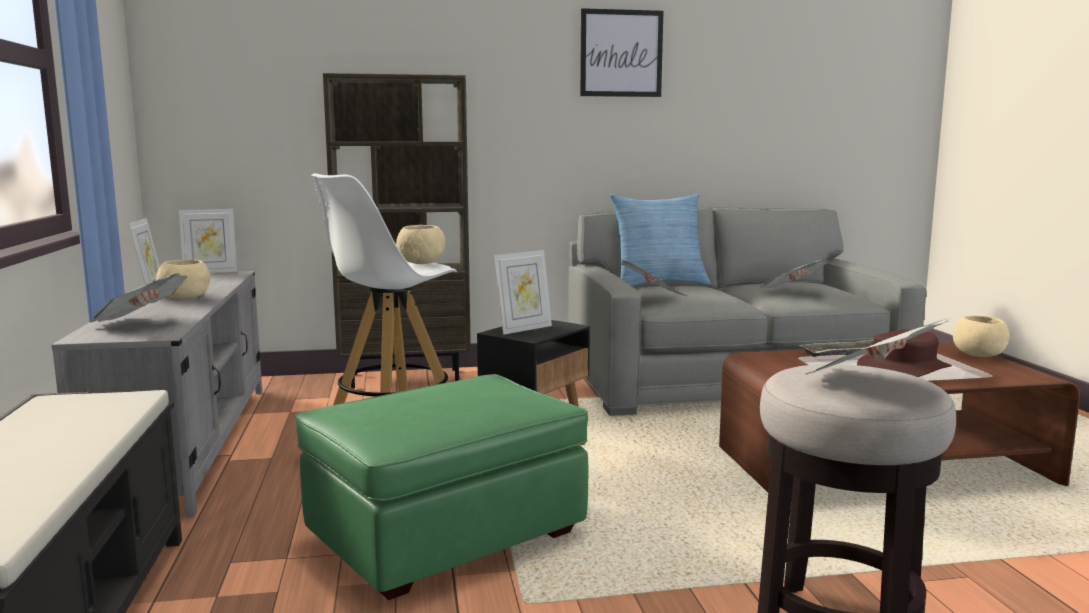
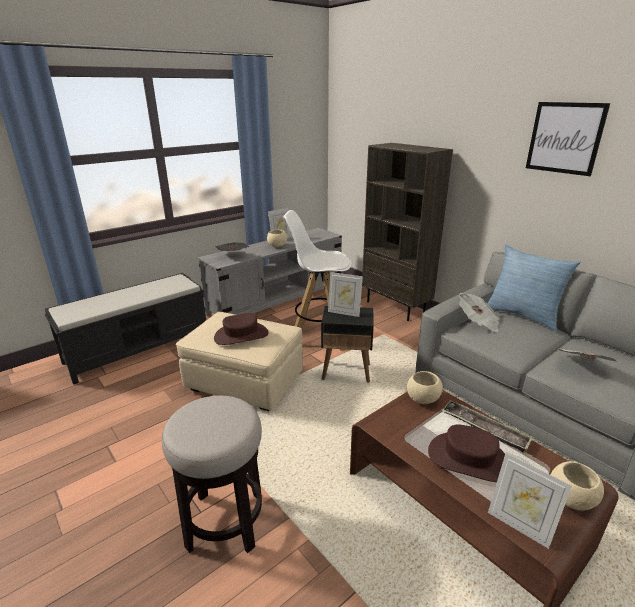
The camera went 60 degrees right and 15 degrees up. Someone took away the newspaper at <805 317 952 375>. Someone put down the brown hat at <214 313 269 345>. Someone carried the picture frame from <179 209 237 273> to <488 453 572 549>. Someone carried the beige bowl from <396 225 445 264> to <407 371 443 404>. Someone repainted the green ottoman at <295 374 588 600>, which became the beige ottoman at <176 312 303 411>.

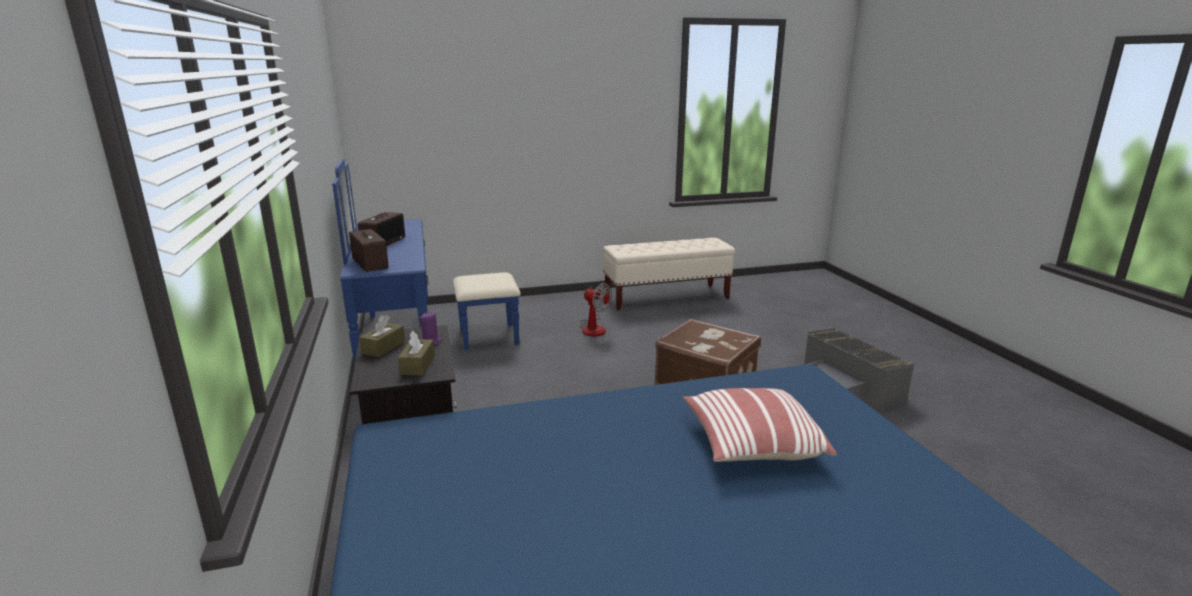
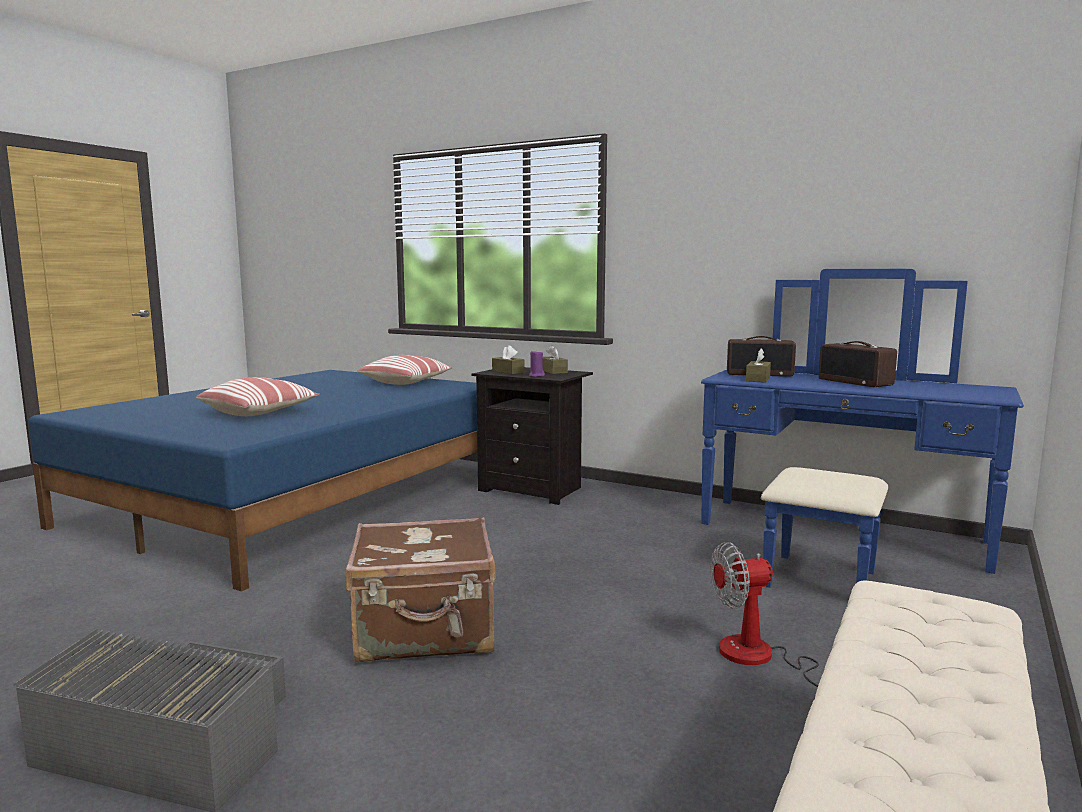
The camera went 135 degrees right and 10 degrees down. Someone put down the pillow at <357 355 453 385>. Someone put down the brown tissue box at <746 348 771 383>.

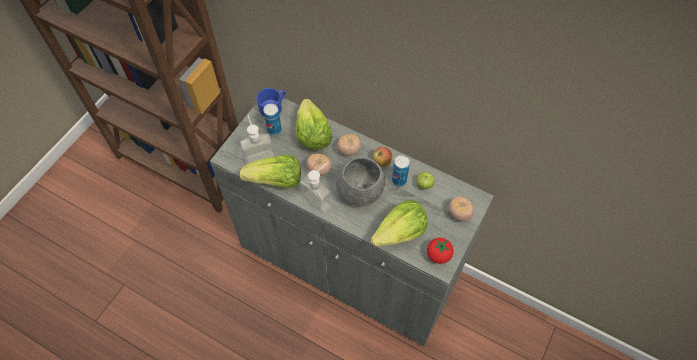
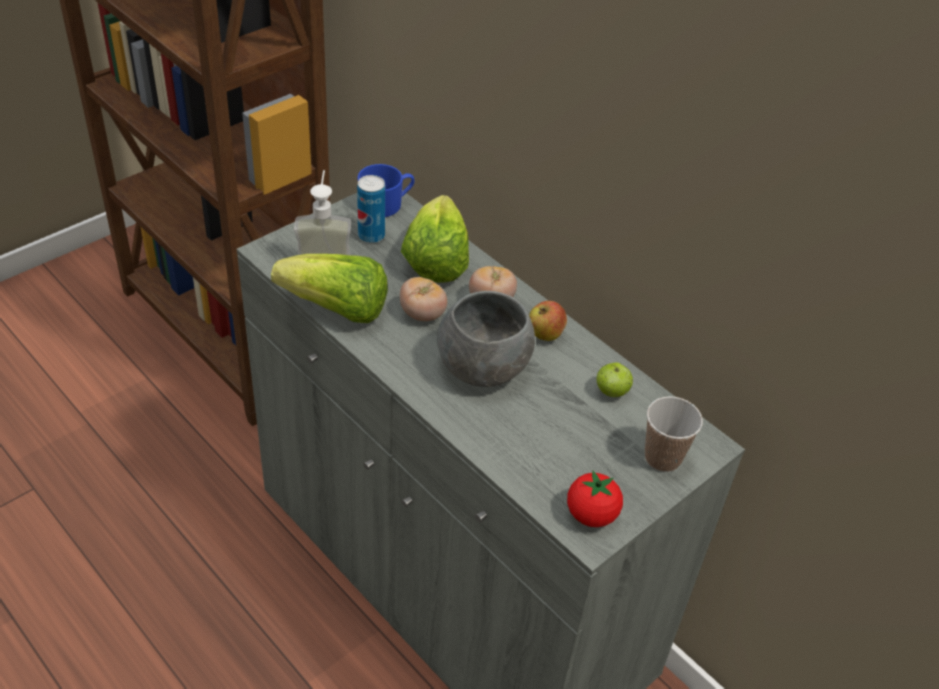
The camera went 15 degrees right and 15 degrees down. Someone took away the soap dispenser at <300 162 331 213>. Someone took away the lettuce at <370 200 427 247>. Someone took away the can at <392 155 410 187>. Someone swapped the tomato at <449 196 474 221> for the cup at <645 396 703 472>.

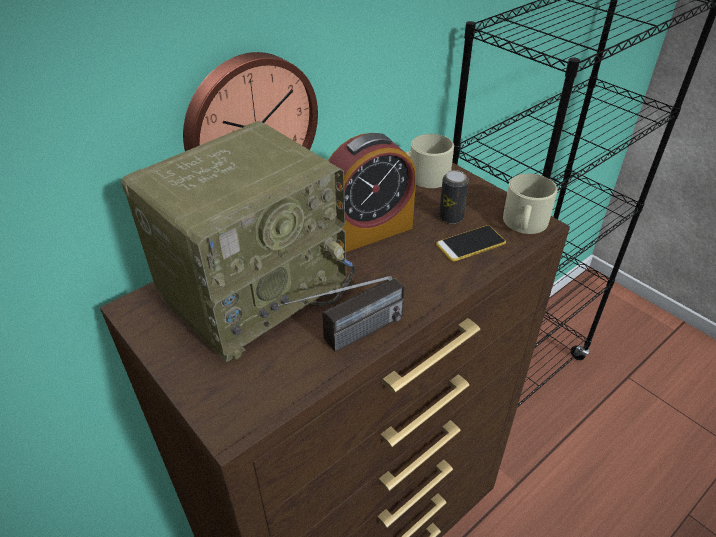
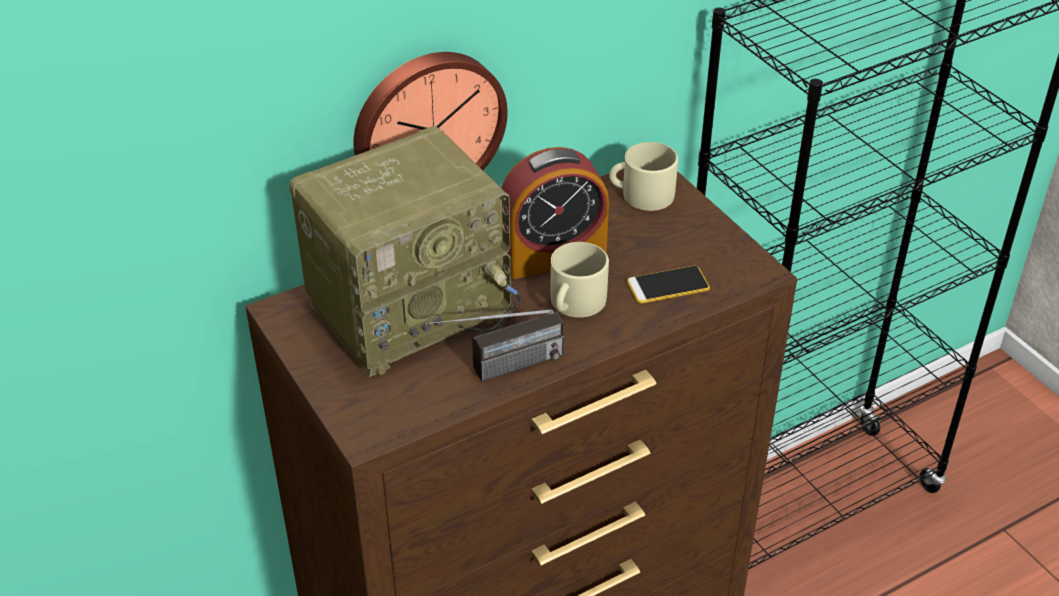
The camera went 10 degrees right and 0 degrees up. Someone took away the can at <439 170 469 224>. Someone carried the beige mug from <503 174 558 234> to <550 242 609 318>.

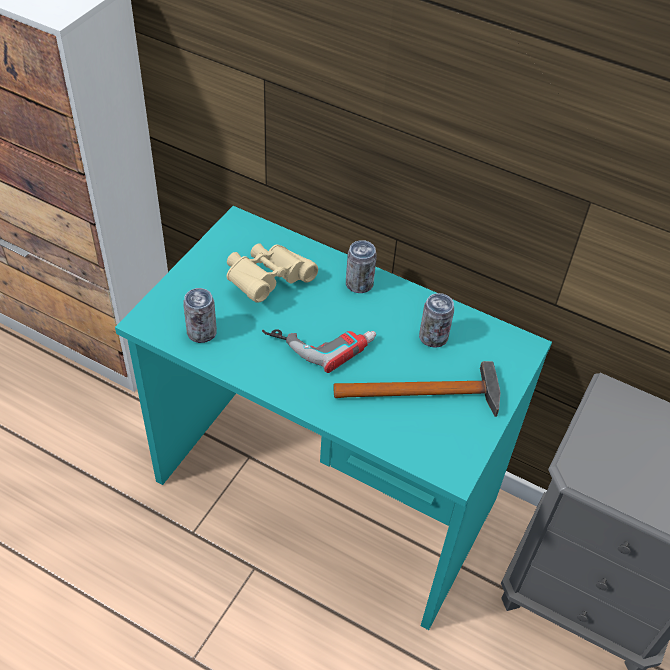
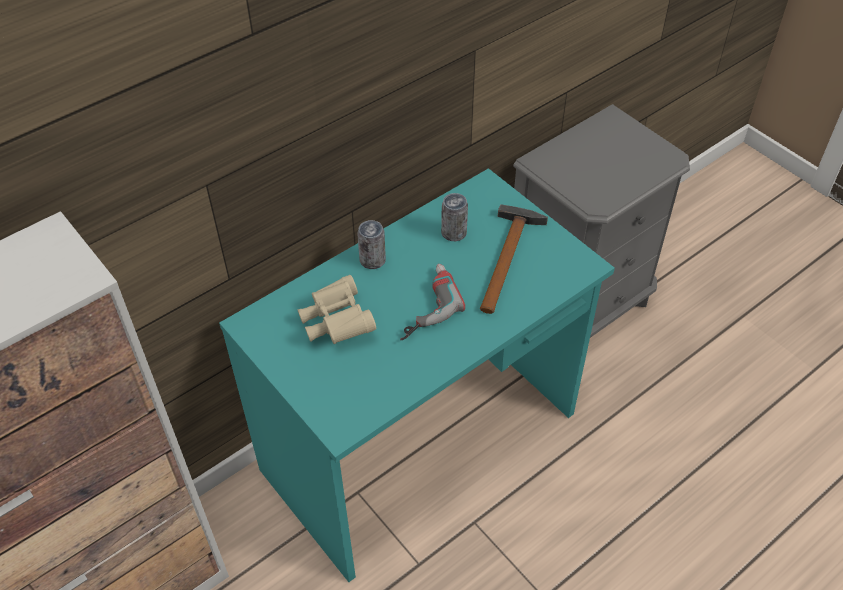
The camera went 65 degrees left and 0 degrees up. Someone took away the can at <183 288 217 343>.

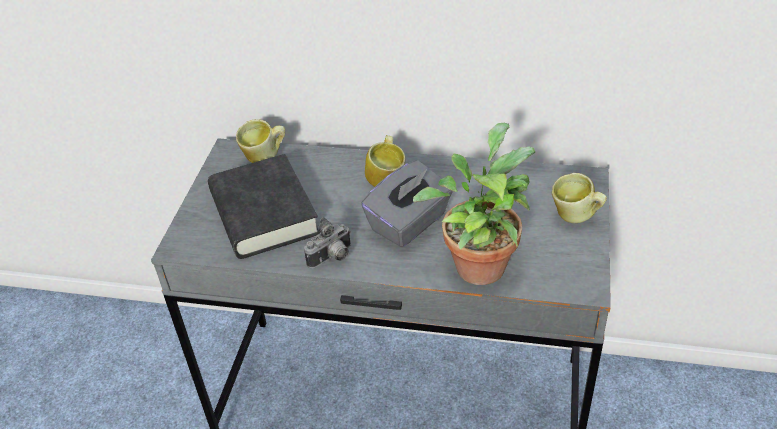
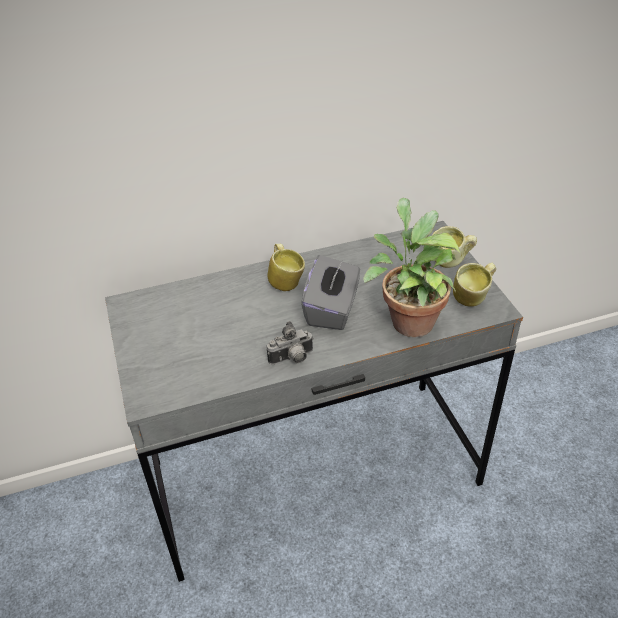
The camera went 30 degrees left and 0 degrees up. Someone took away the black book at <208 154 320 259>. Someone carried the mug from <236 119 285 163> to <453 263 496 307>. Someone rotated the photo camera at <304 217 351 268> by 45 degrees clockwise.

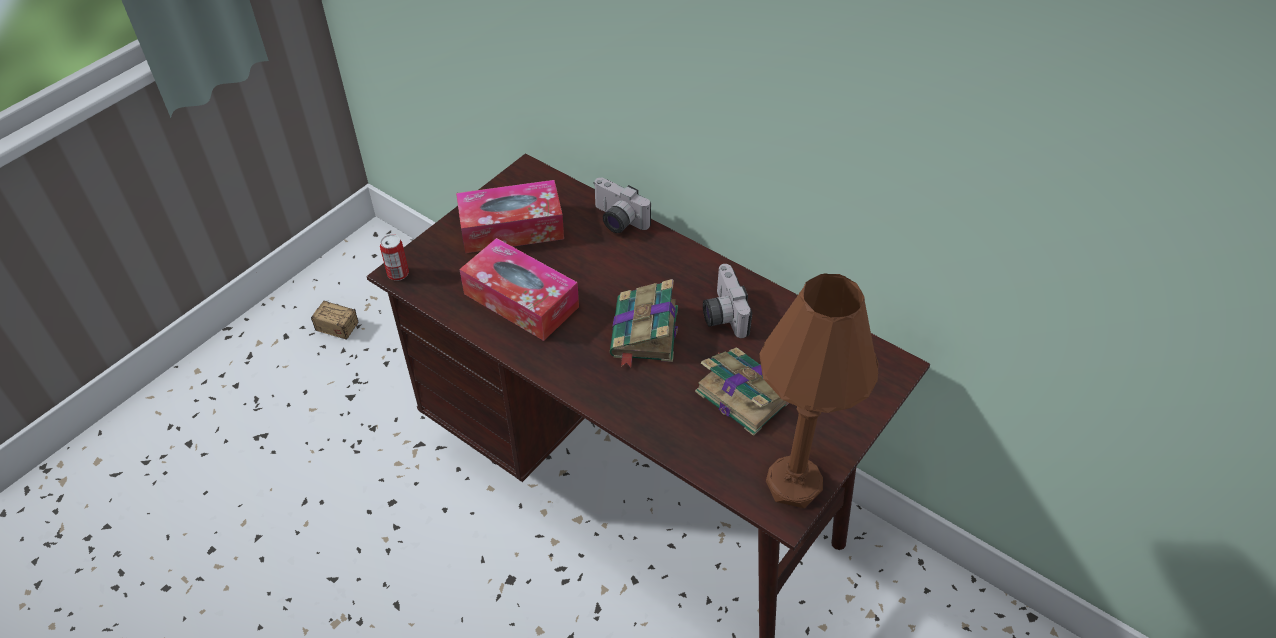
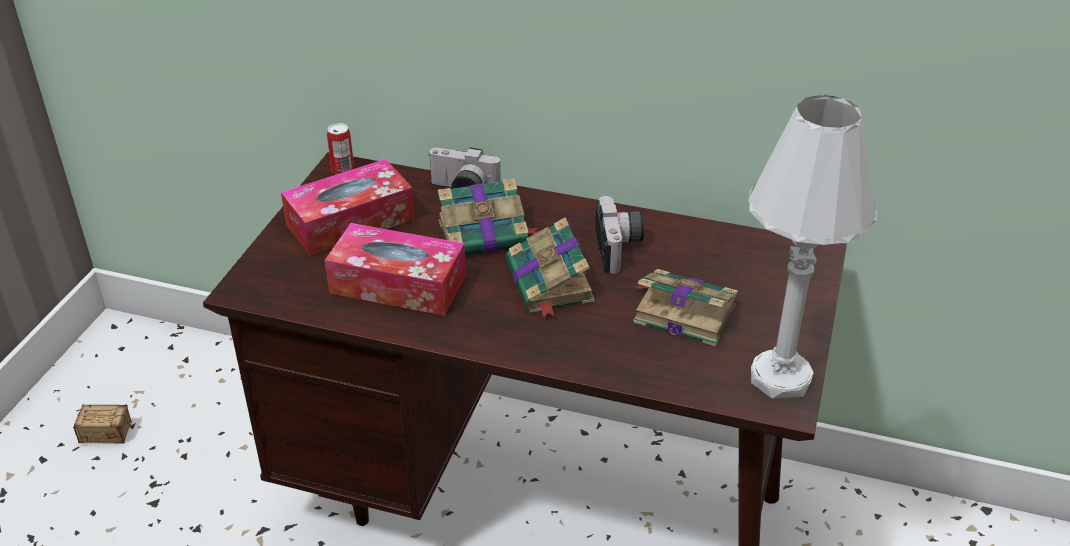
The camera went 20 degrees left and 10 degrees down. Someone put down the book at <438 178 538 255>. Someone carried the can from <380 234 409 281> to <327 123 354 174>. Someone repainted the brown table lamp at <759 273 878 508>, which became the white table lamp at <748 94 877 399>. Someone rotated the photo camera at <703 264 752 338> by 150 degrees counterclockwise.

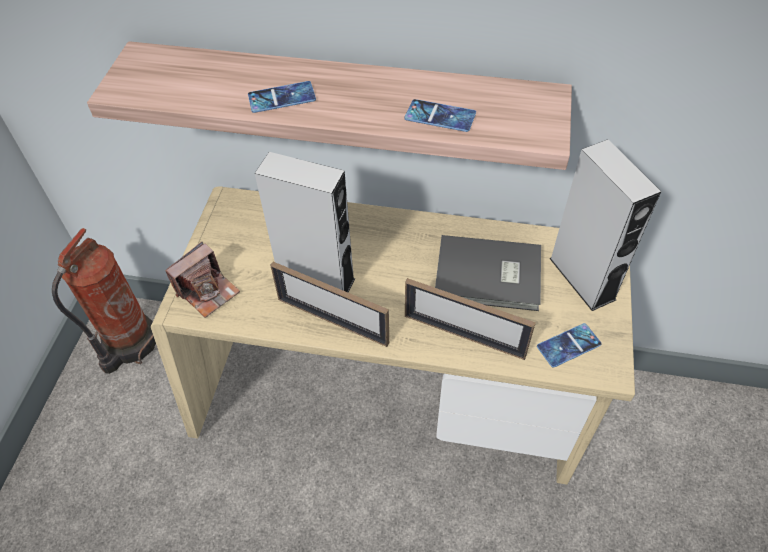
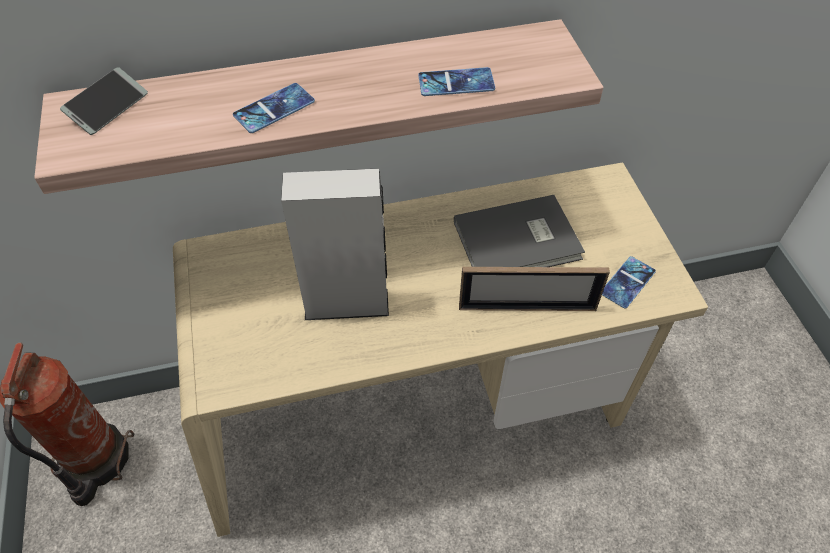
The camera went 25 degrees left and 0 degrees up. Someone took away the photo camera at <165 242 240 318>. Someone took away the picture frame at <270 262 389 347>. Someone took away the grey speaker at <549 139 661 311>. Someone put down the phone at <60 67 148 135>.

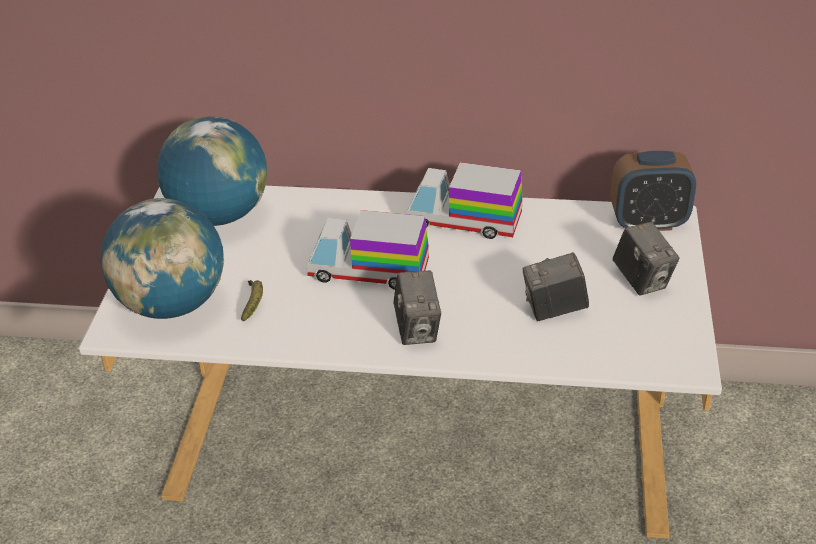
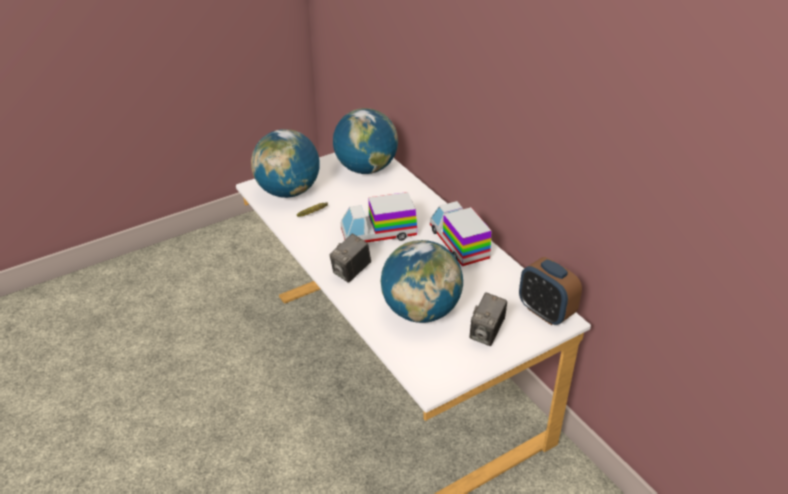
The camera went 50 degrees right and 0 degrees up. Someone swapped the photo camera at <523 252 589 321> for the globe at <381 240 463 323>. Someone rotated the toy truck at <307 210 429 290> by 75 degrees counterclockwise.

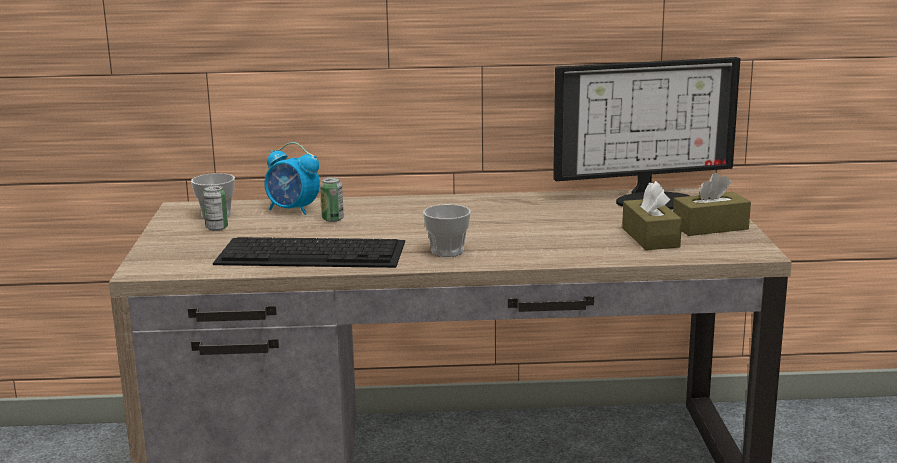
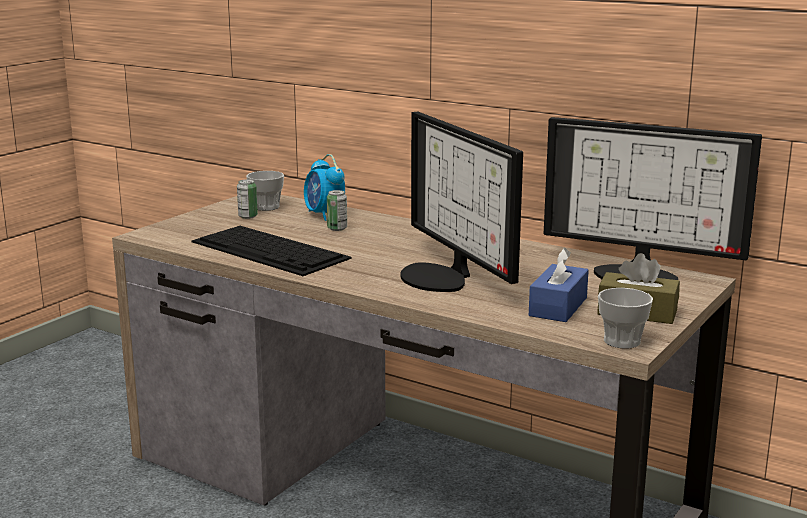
The camera went 35 degrees right and 0 degrees up. Someone put down the monitor at <400 112 523 292>. Someone carried the cup from <423 204 471 257> to <598 288 653 348>. Someone repainted the brown tissue box at <622 181 682 250>, which became the blue tissue box at <529 248 589 322>.

